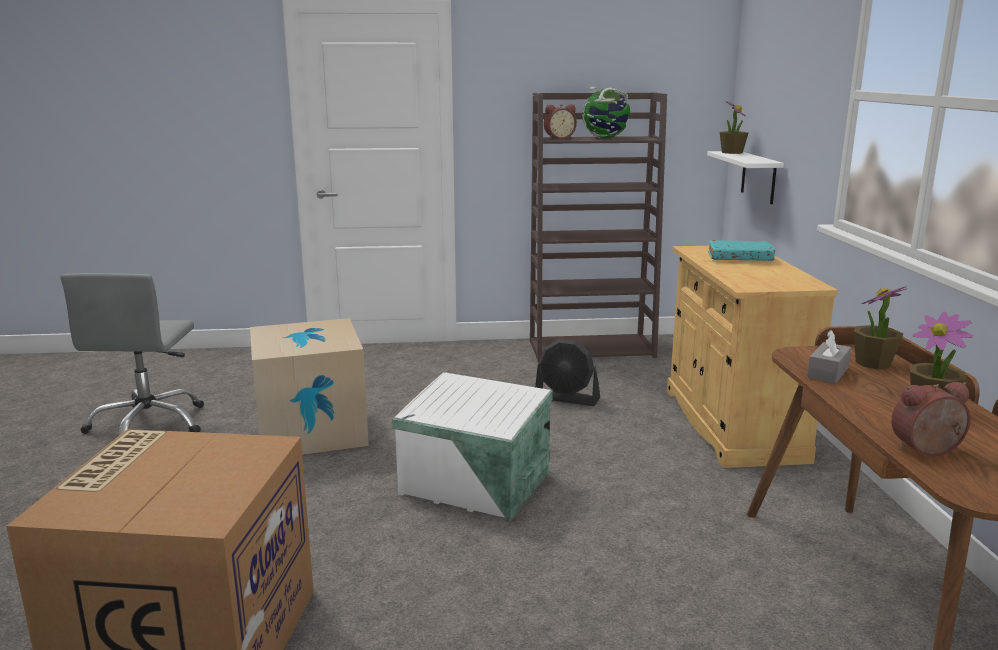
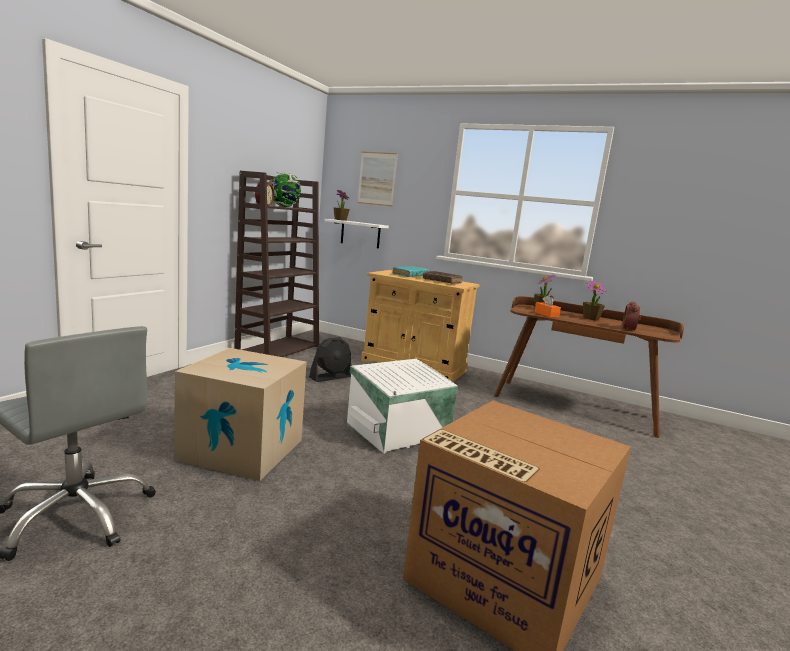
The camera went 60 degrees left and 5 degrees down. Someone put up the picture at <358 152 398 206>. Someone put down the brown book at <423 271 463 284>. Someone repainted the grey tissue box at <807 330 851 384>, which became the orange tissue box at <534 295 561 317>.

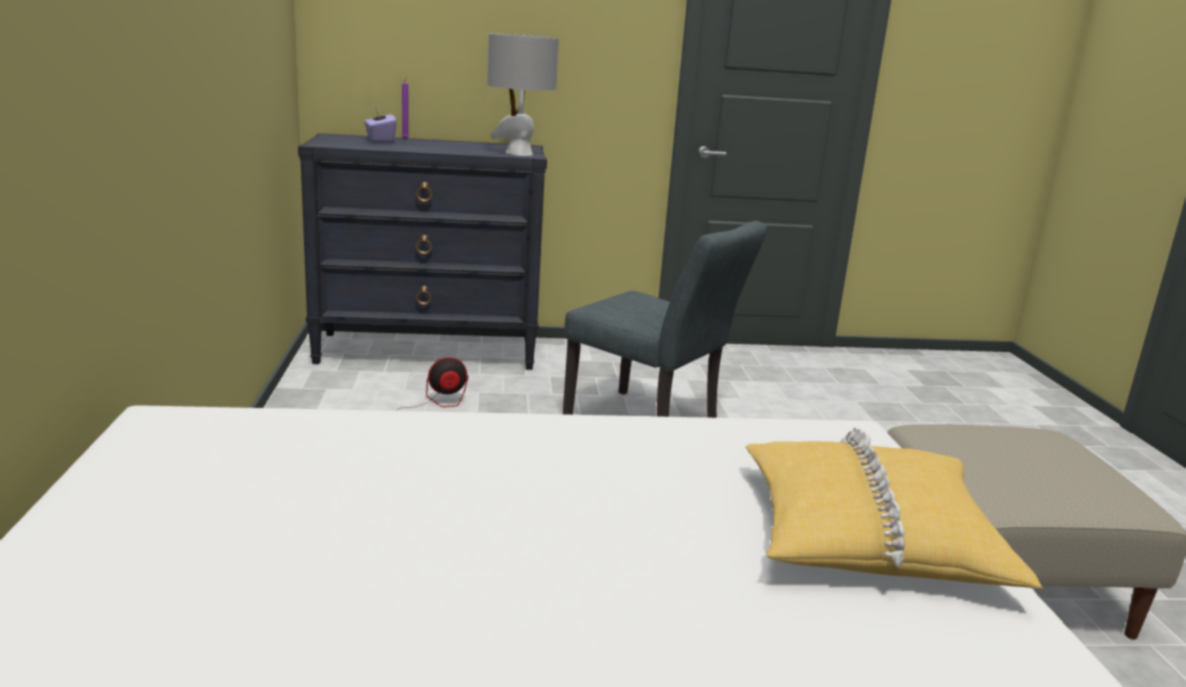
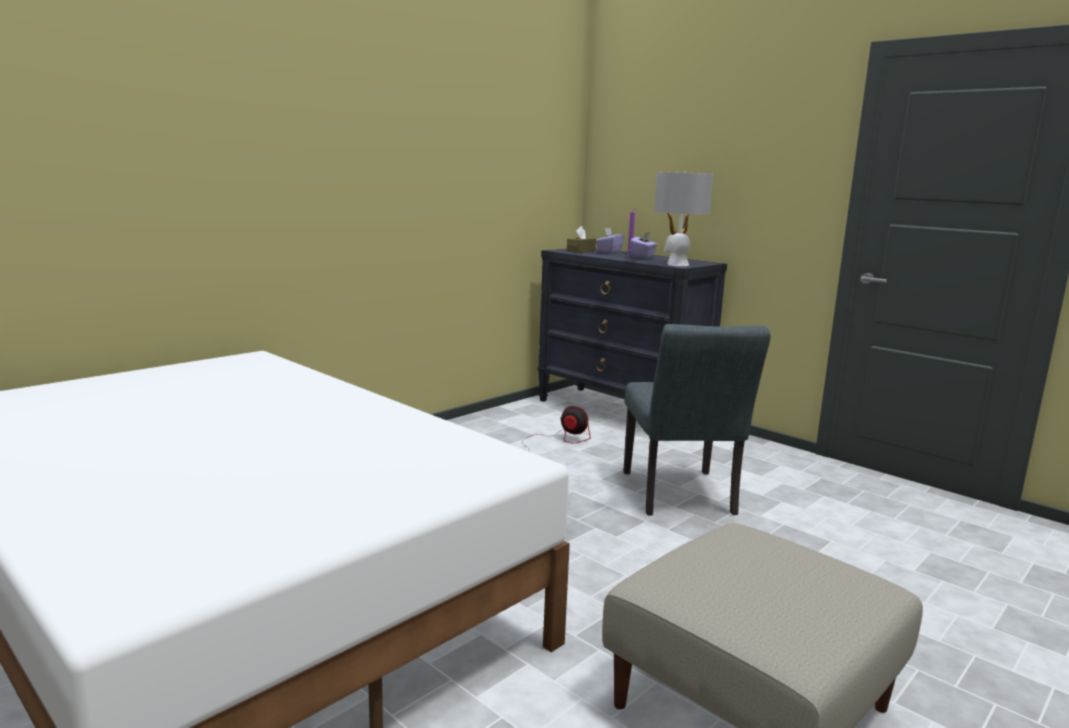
The camera went 50 degrees right and 5 degrees down. Someone took away the yellow pillow at <746 427 1043 589>. Someone put down the brown tissue box at <567 226 596 253>. Someone put down the purple tissue box at <630 232 657 258>.

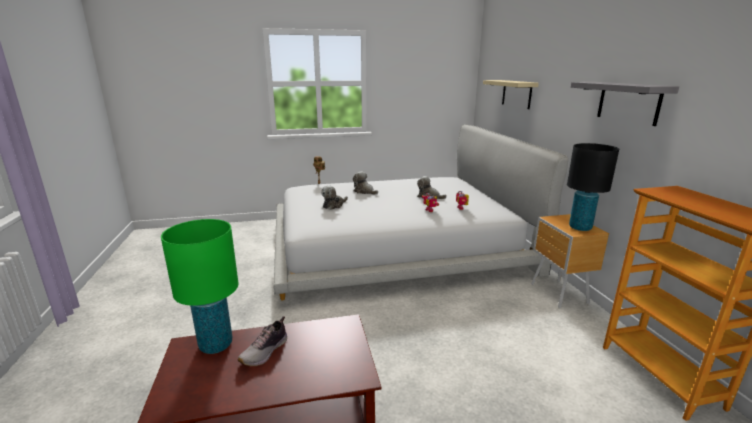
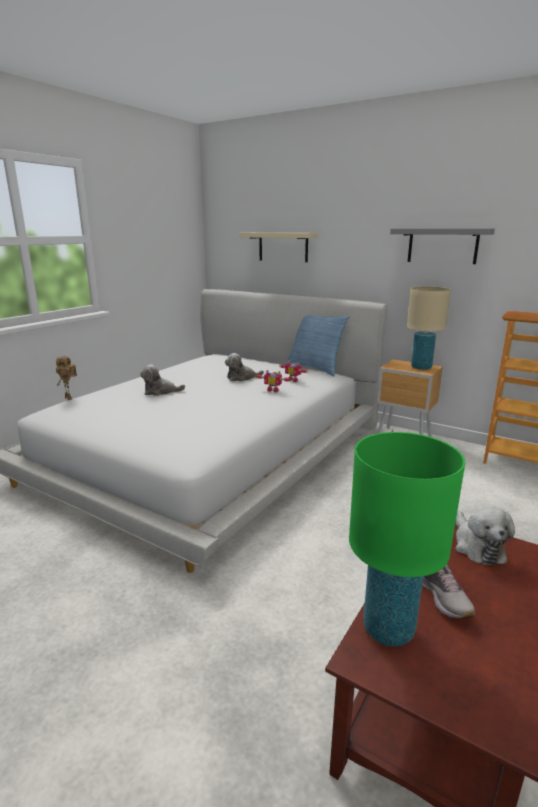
The camera went 45 degrees left and 0 degrees up. Someone put down the pillow at <286 315 350 376>. Someone carried the plush toy from <321 185 348 210> to <456 508 515 565>. Someone repainted the black table lamp at <567 143 619 231>, which became the beige table lamp at <407 286 451 370>.

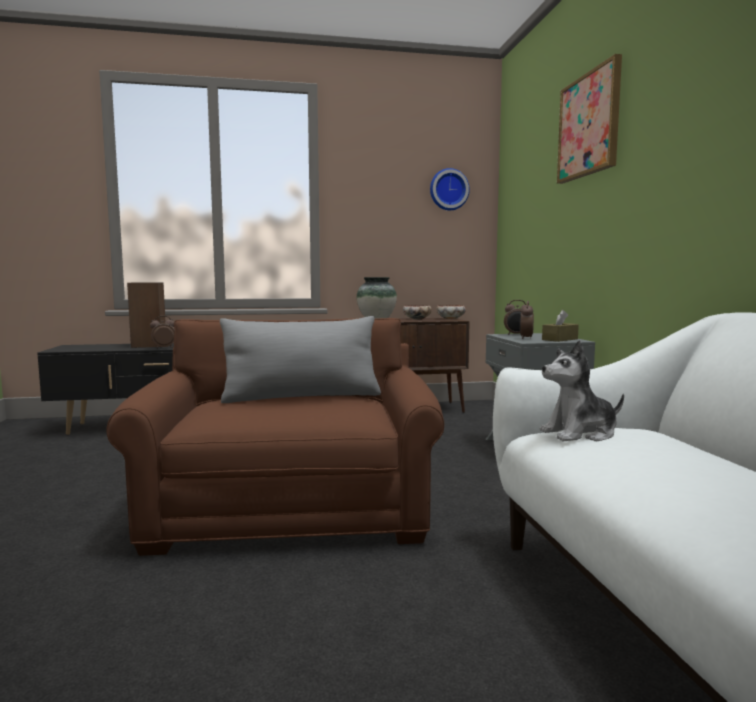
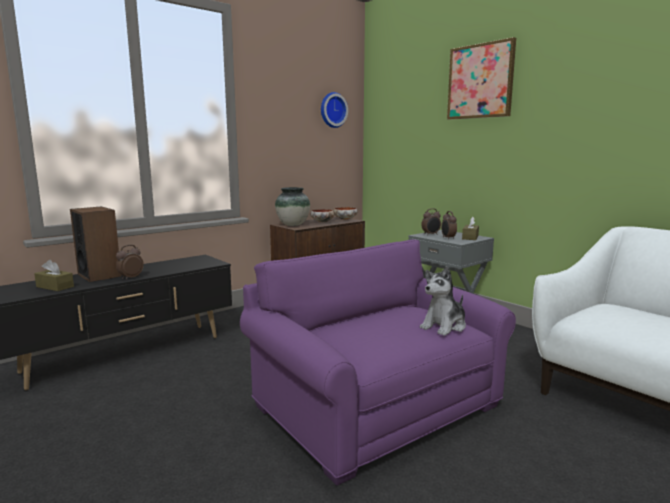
The camera went 30 degrees left and 5 degrees up. Someone took away the grey pillow at <220 316 381 403>. Someone put down the brown tissue box at <34 260 74 291>. Someone carried the plush toy from <540 340 624 442> to <420 266 466 336>. Someone repainted the brown armchair at <106 318 444 556>, which became the purple armchair at <240 239 516 486>.

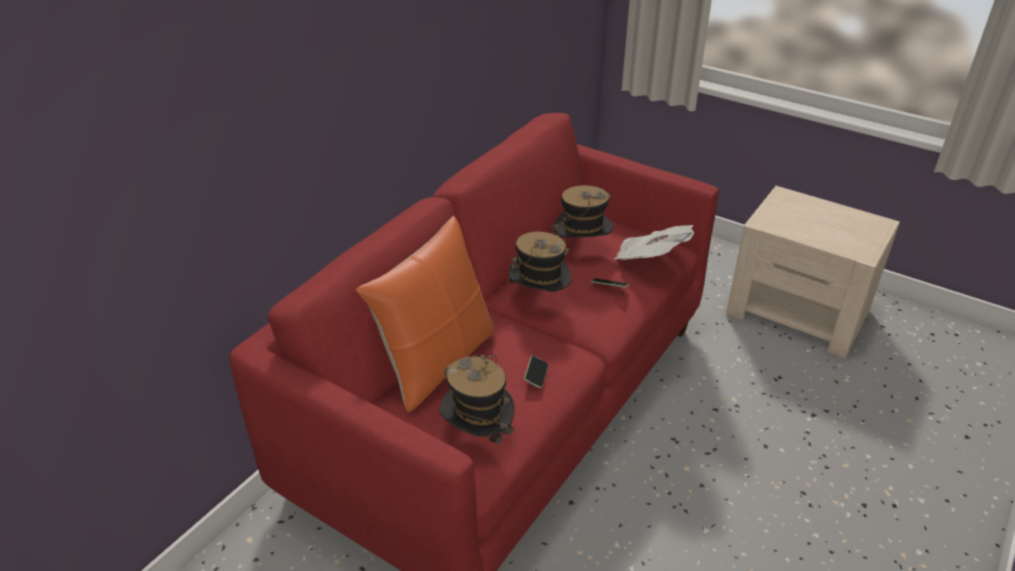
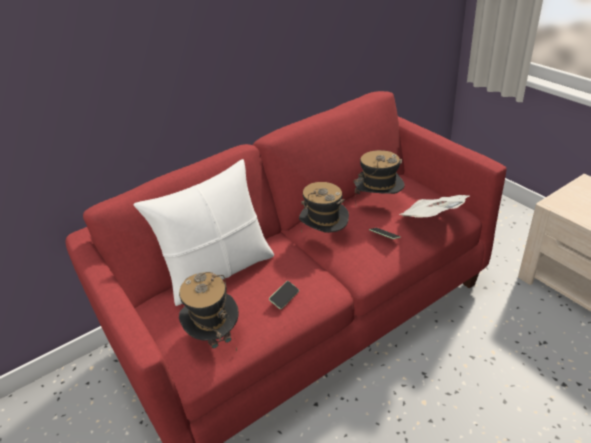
The camera went 25 degrees right and 0 degrees up. Someone repainted the orange pillow at <356 216 495 413>, which became the white pillow at <133 159 274 306>.

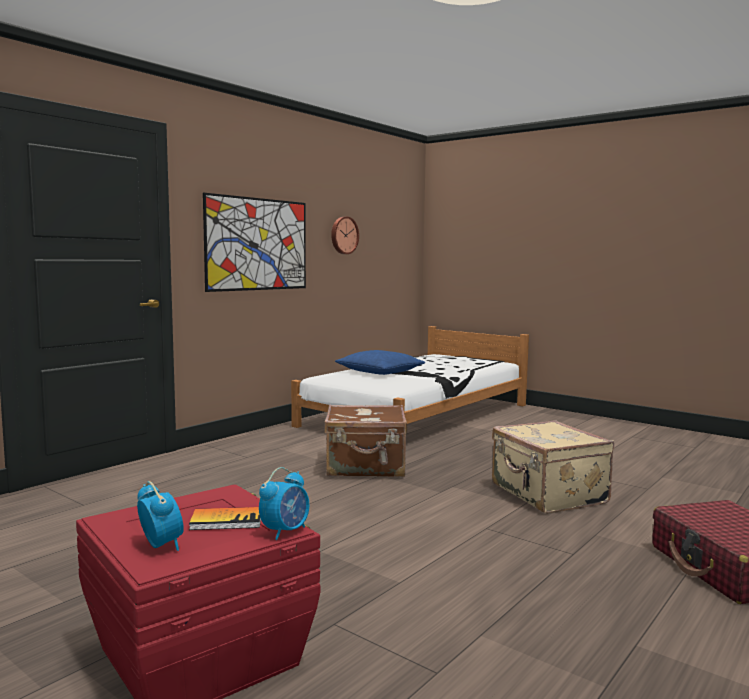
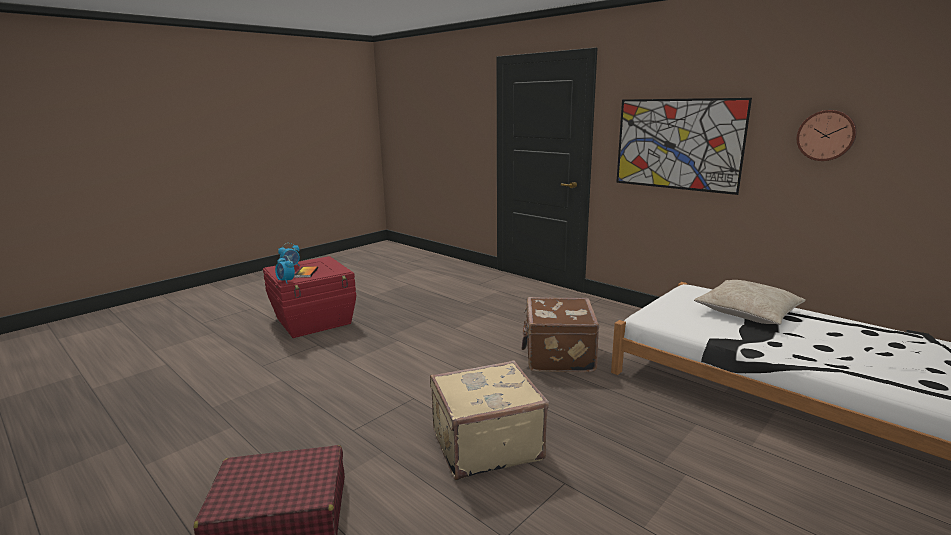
The camera went 95 degrees right and 10 degrees up. Someone repainted the blue pillow at <335 350 425 375>, which became the beige pillow at <694 280 806 325>.

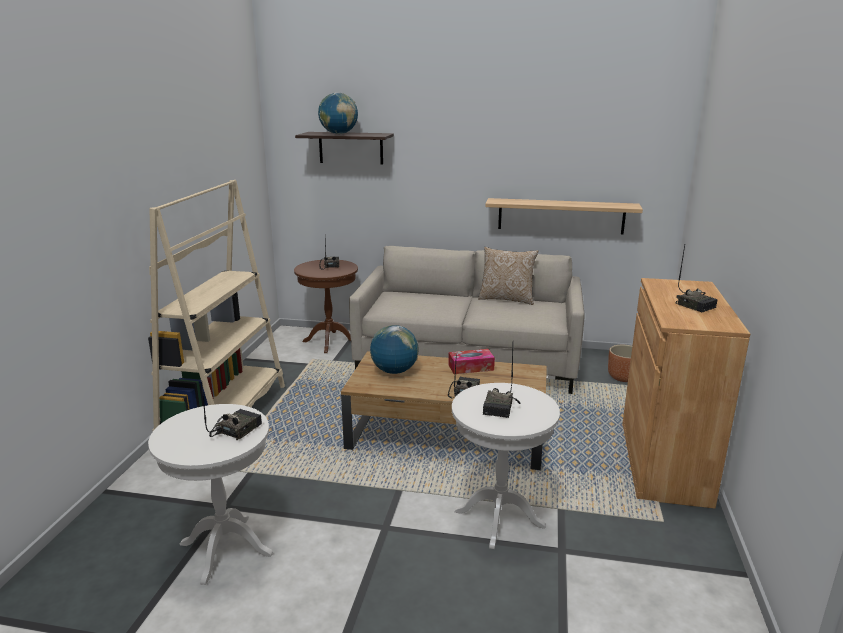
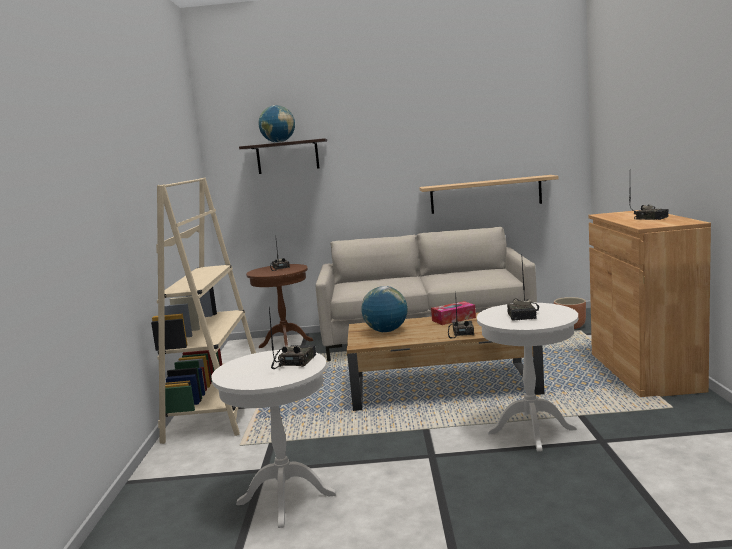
The camera went 10 degrees left and 10 degrees down. Someone took away the pillow at <478 247 539 305>.

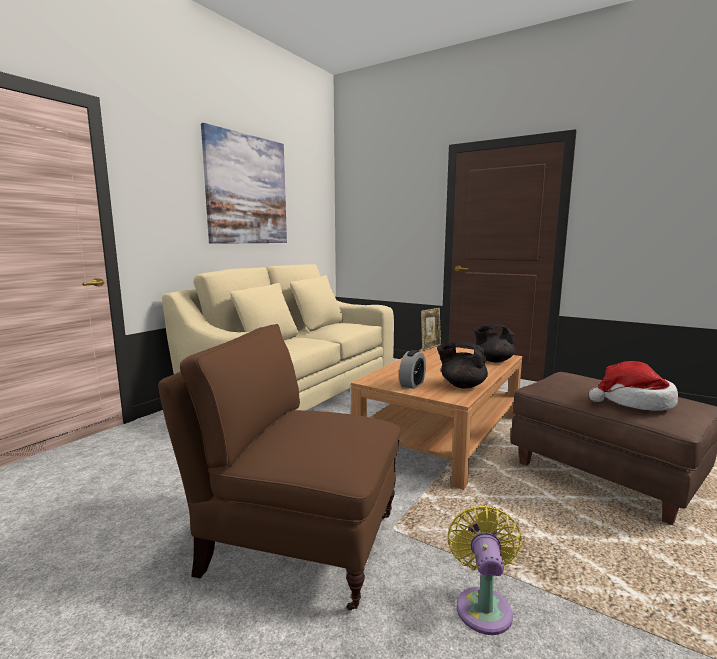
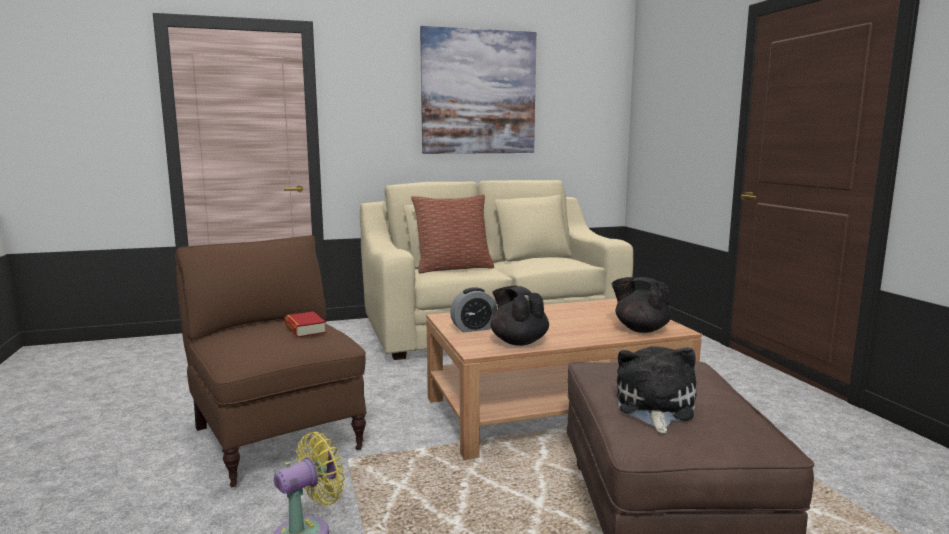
The camera went 40 degrees right and 0 degrees up. Someone took away the picture frame at <421 308 441 351>. Someone put down the book at <285 311 326 337>. Someone put down the pillow at <411 195 494 274>. Someone swapped the hat at <589 361 678 411> for the plush toy at <616 346 696 433>.

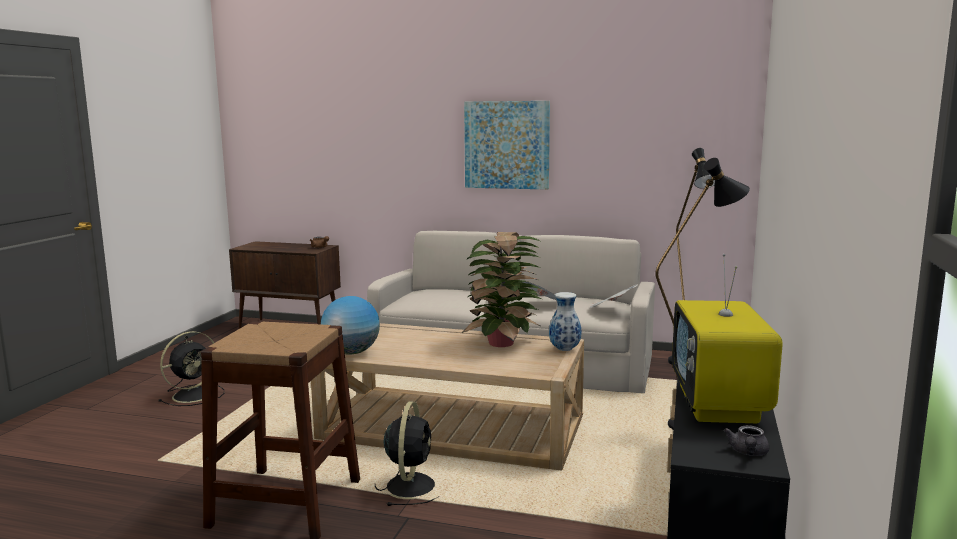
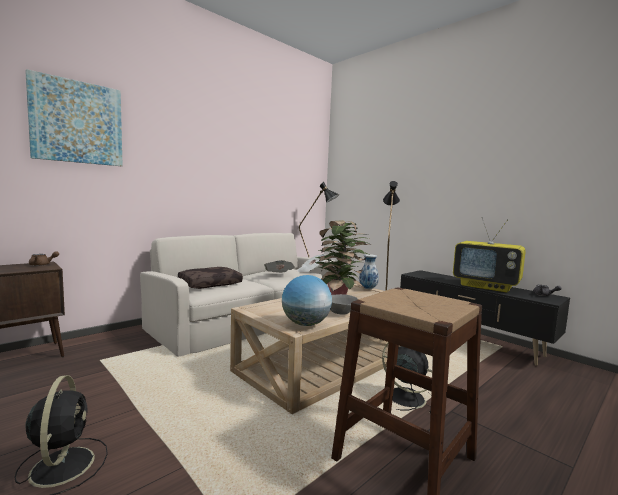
The camera went 60 degrees left and 5 degrees down. Someone put down the brown pillow at <178 267 243 289>. Someone put down the grey bowl at <330 294 358 315>. Someone carried the picture from <464 101 550 190> to <25 69 123 166>.

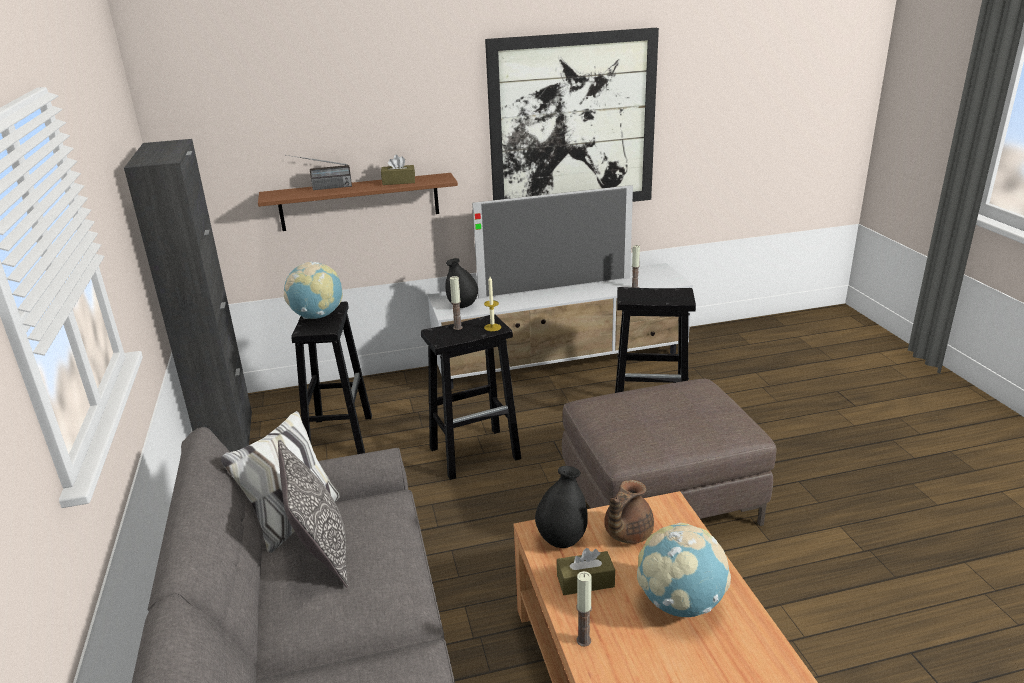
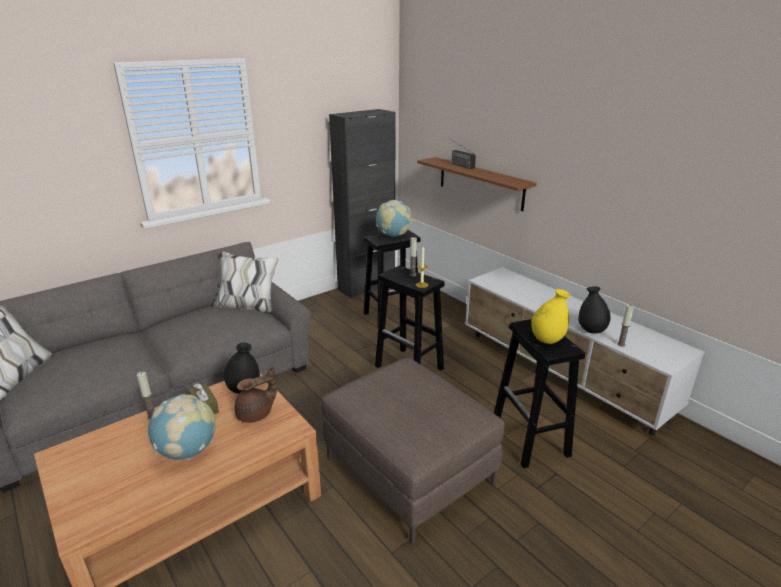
The camera went 65 degrees right and 0 degrees up. Someone took away the pillow at <278 439 349 587>. Someone took away the brown tissue box at <381 155 415 185>. Someone took away the television at <472 185 633 299>. Someone took away the picture at <485 28 659 202>. Someone put down the yellow vase at <531 289 570 344>. Someone carried the black vase from <446 258 478 308> to <578 286 611 333>. Someone rotated the brown teapot at <604 480 654 544> by 135 degrees clockwise.

